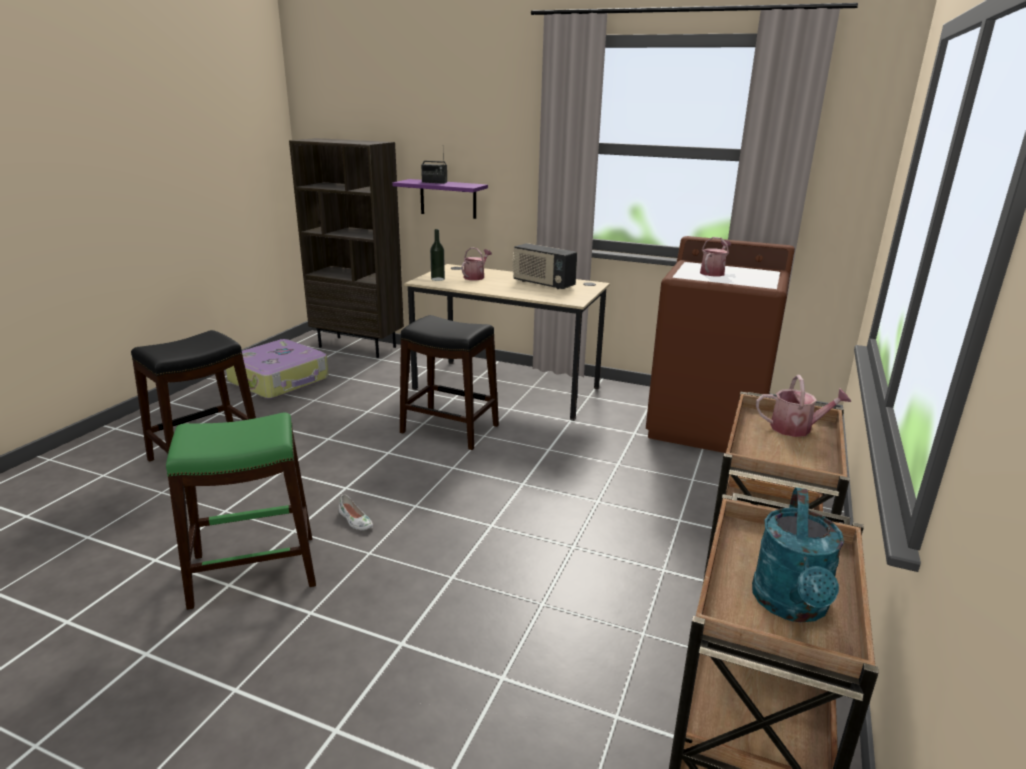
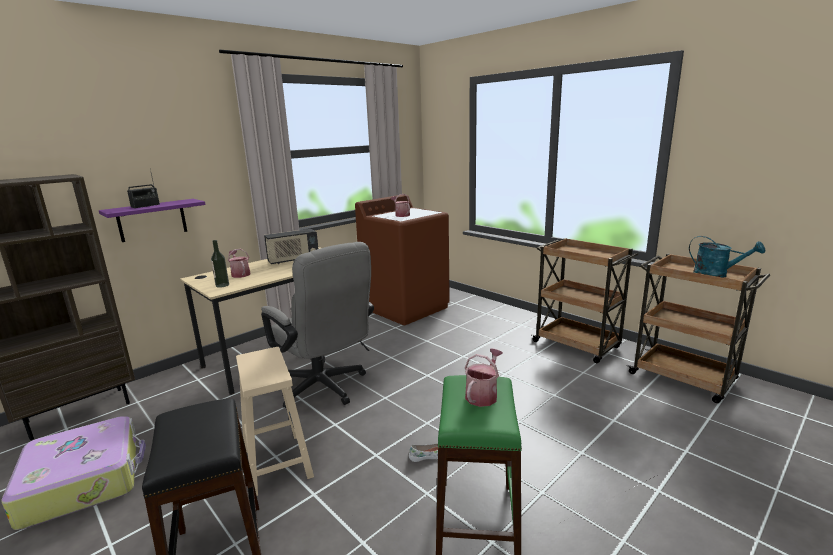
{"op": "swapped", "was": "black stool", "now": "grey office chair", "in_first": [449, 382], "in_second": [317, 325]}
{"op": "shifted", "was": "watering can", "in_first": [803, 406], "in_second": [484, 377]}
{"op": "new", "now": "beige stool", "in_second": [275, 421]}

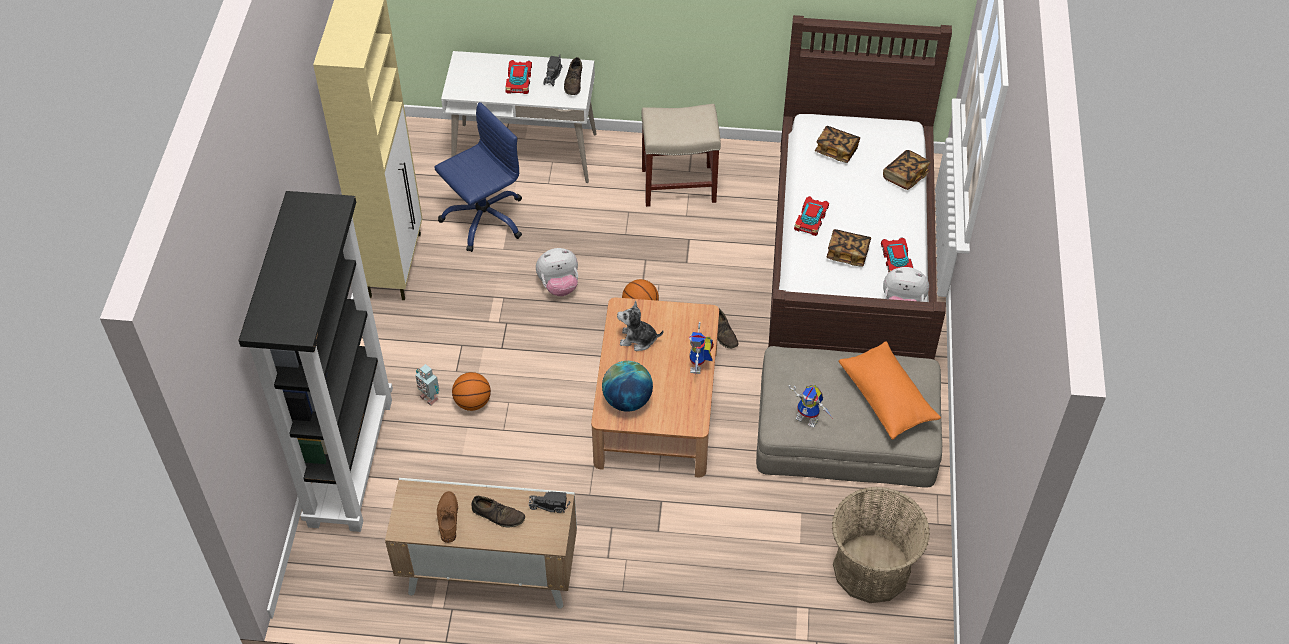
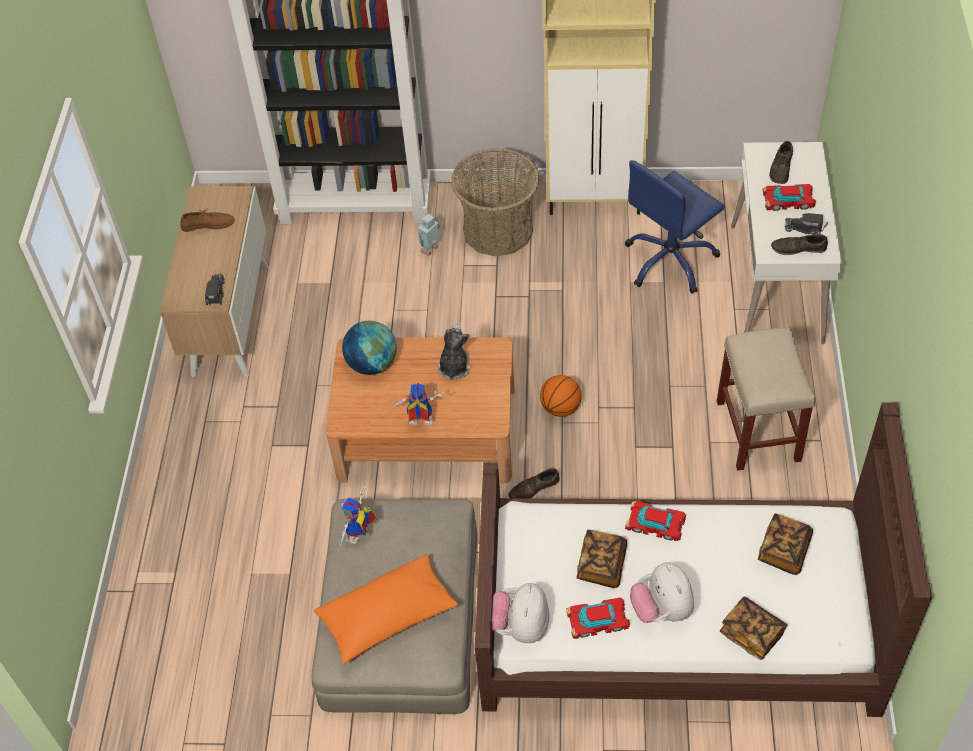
{"op": "rotated", "was": "blue office chair", "in_first": [478, 177], "in_second": [675, 227], "clockwise": 90}
{"op": "shifted", "was": "plush toy", "in_first": [557, 272], "in_second": [662, 592]}
{"op": "gone", "was": "basketball", "in_first": [471, 391]}
{"op": "shifted", "was": "basket", "in_first": [881, 545], "in_second": [495, 202]}
{"op": "shifted", "was": "brown shoe", "in_first": [498, 511], "in_second": [781, 162]}

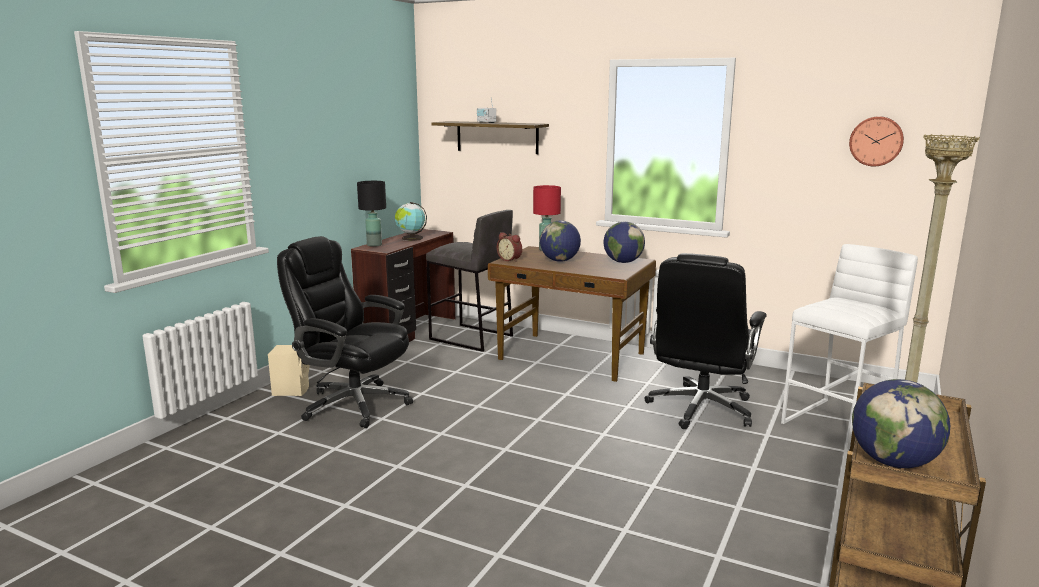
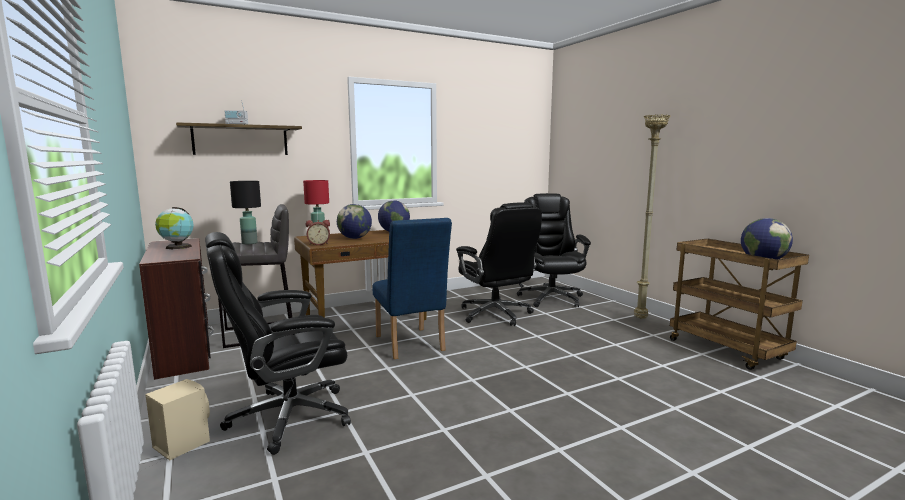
{"op": "gone", "was": "wall clock", "in_first": [876, 141]}
{"op": "shifted", "was": "black table lamp", "in_first": [371, 214], "in_second": [245, 212]}
{"op": "swapped", "was": "white stool", "now": "black office chair", "in_first": [849, 346], "in_second": [554, 250]}
{"op": "new", "now": "blue chair", "in_second": [412, 288]}

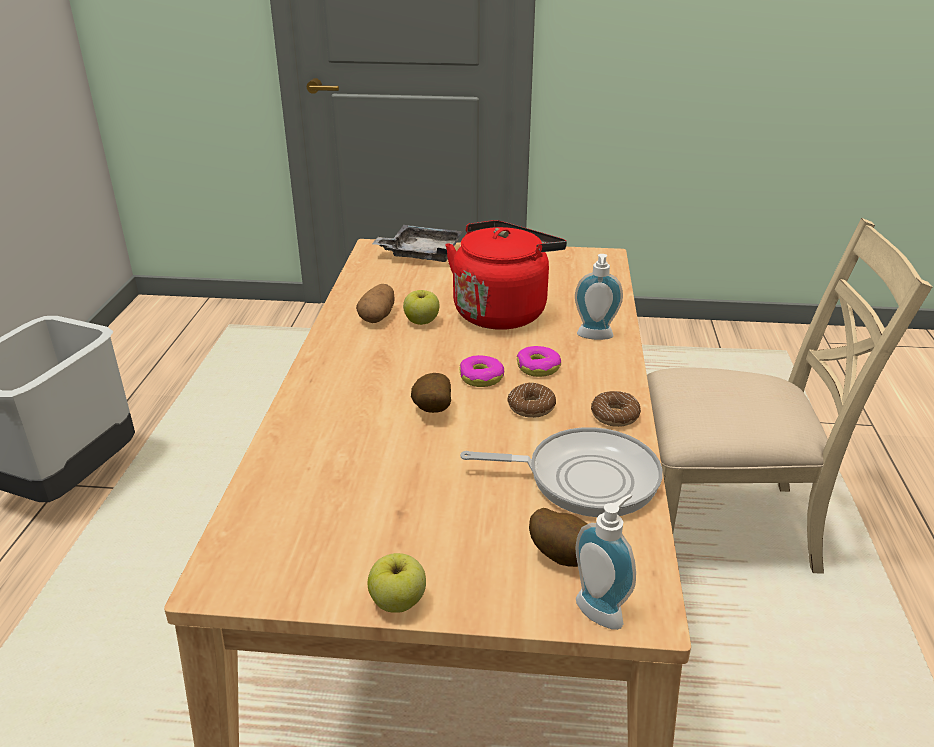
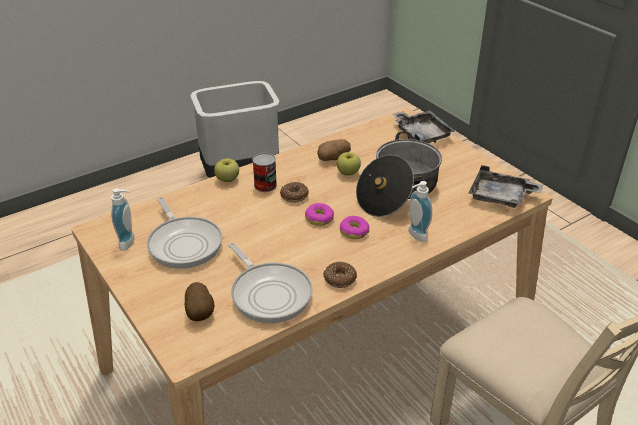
{"op": "swapped", "was": "red kettle", "now": "cooking pot", "in_first": [506, 274], "in_second": [399, 174]}
{"op": "gone", "was": "potato", "in_first": [431, 393]}
{"op": "shifted", "was": "donut", "in_first": [532, 400], "in_second": [294, 192]}
{"op": "shifted", "was": "soap dispenser", "in_first": [605, 562], "in_second": [122, 219]}
{"op": "shifted", "was": "apple", "in_first": [397, 583], "in_second": [226, 170]}
{"op": "new", "now": "can", "in_second": [264, 172]}
{"op": "new", "now": "grey tray", "in_second": [506, 186]}
{"op": "new", "now": "frying pan", "in_second": [185, 233]}

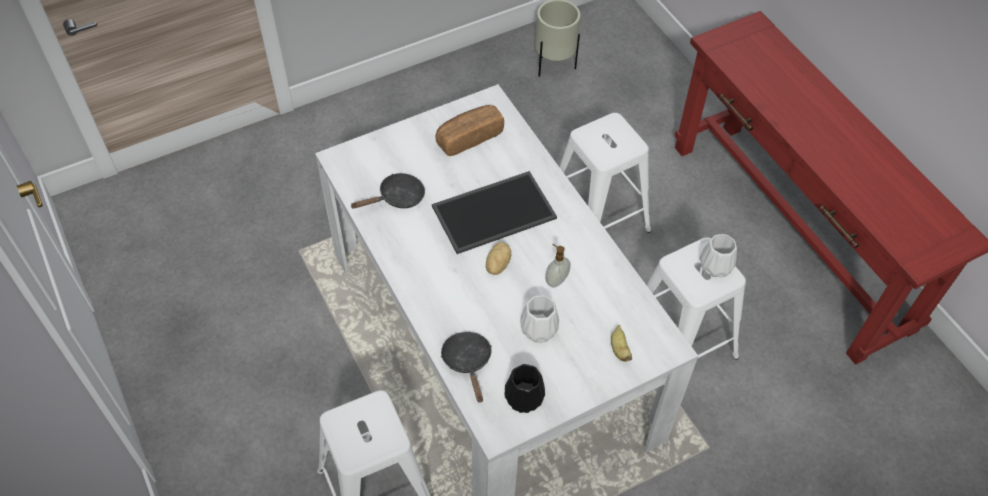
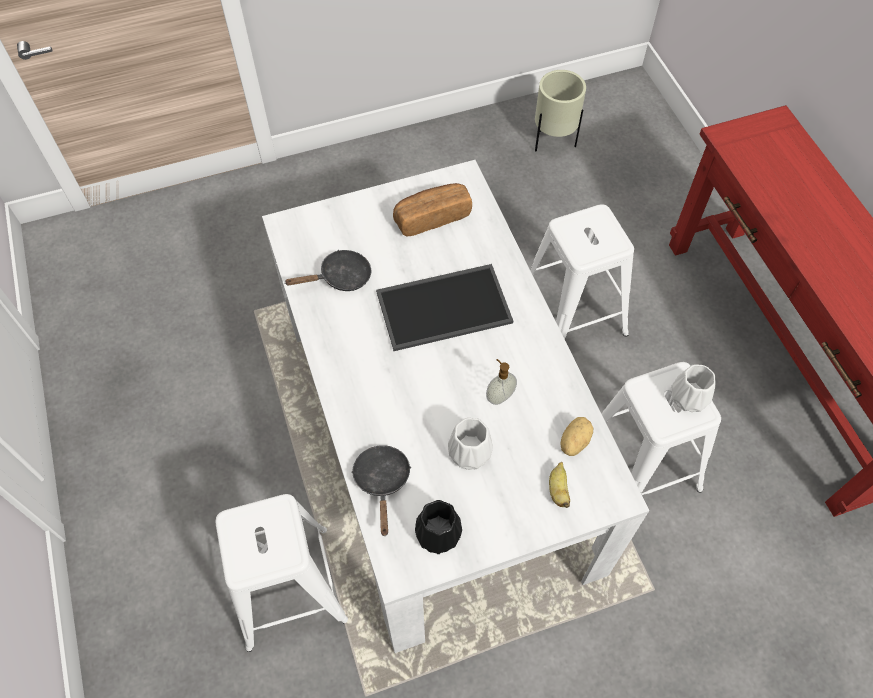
{"op": "shifted", "was": "potato", "in_first": [498, 258], "in_second": [576, 436]}

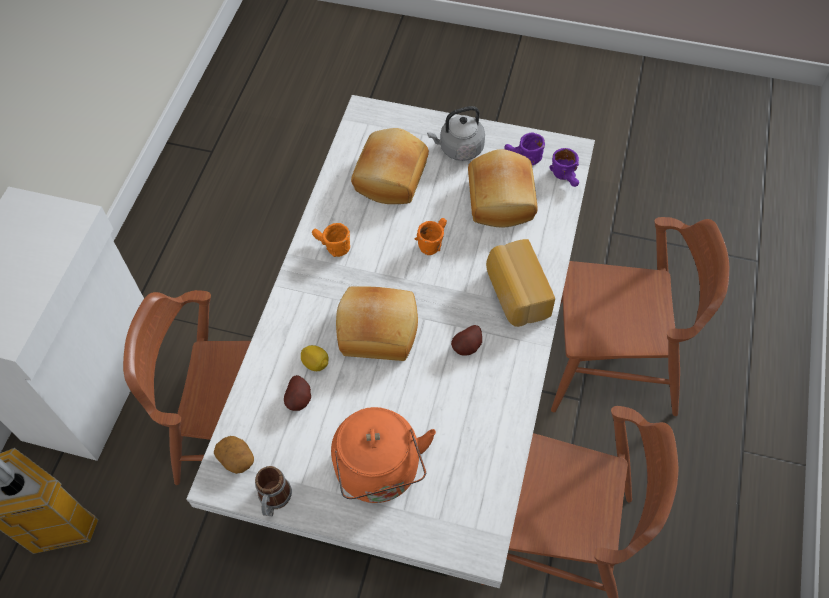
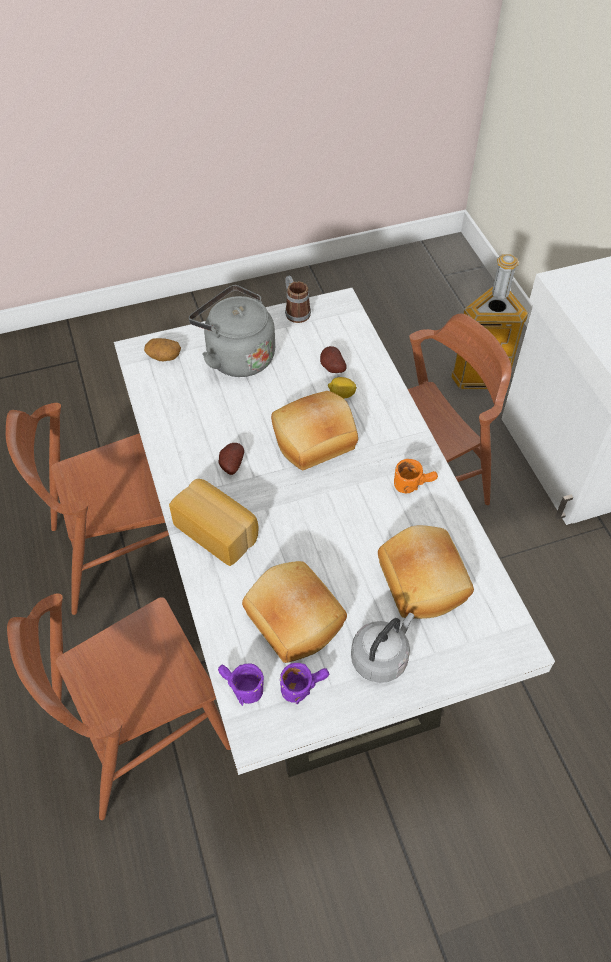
{"op": "gone", "was": "orange mug", "in_first": [430, 236]}
{"op": "repainted", "was": "orange kettle", "now": "grey kettle", "in_first": [383, 455], "in_second": [232, 331]}
{"op": "shifted", "was": "potato", "in_first": [234, 455], "in_second": [162, 349]}

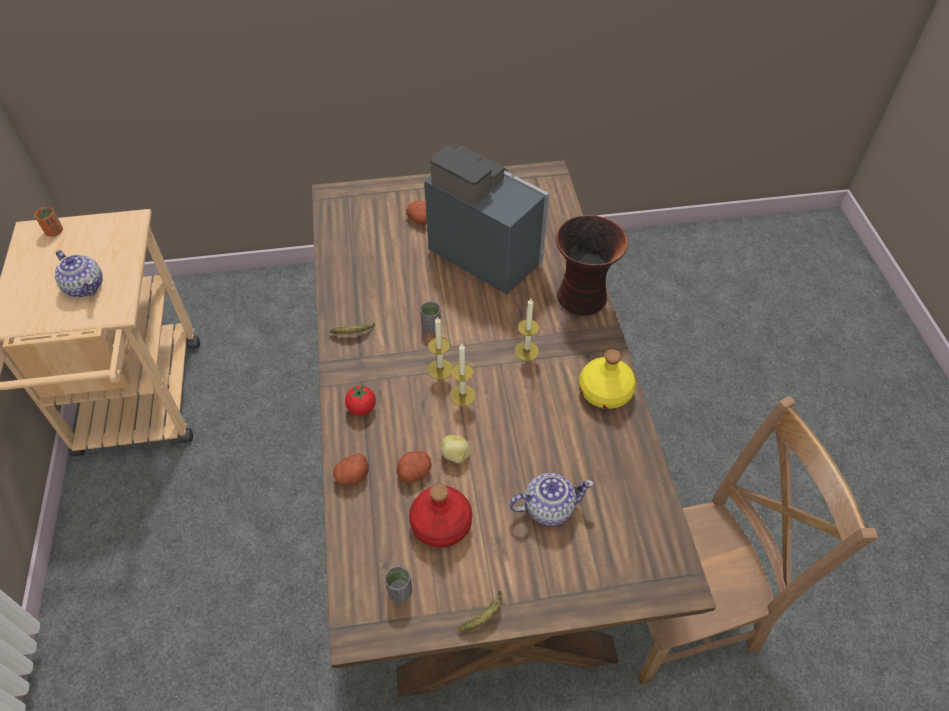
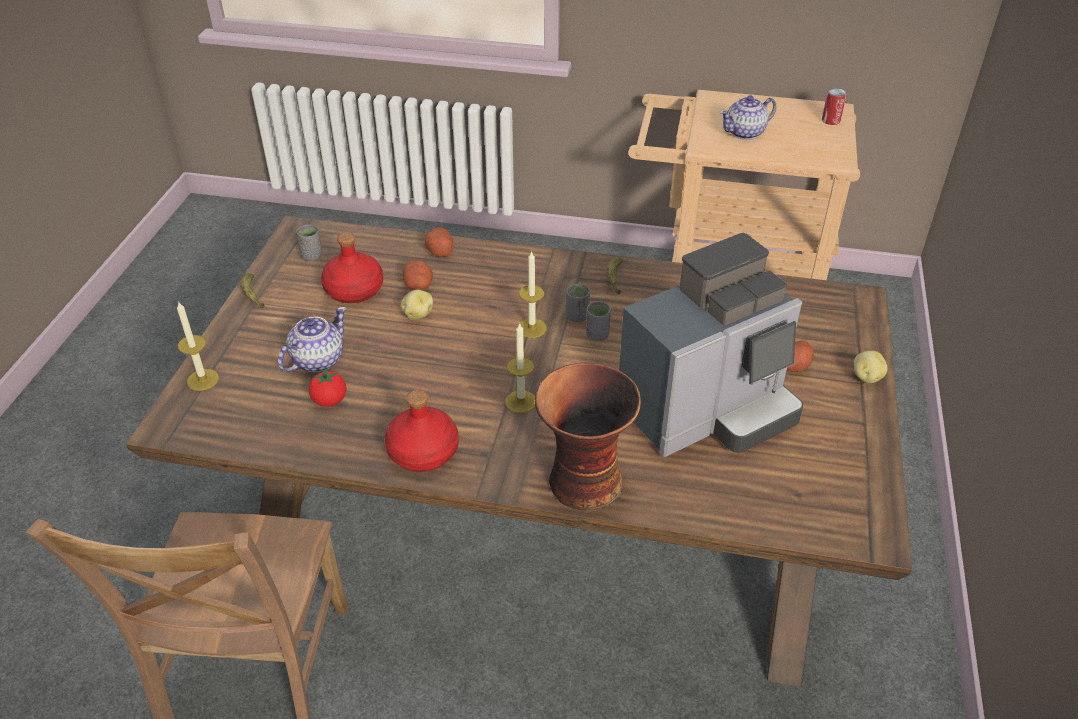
{"op": "swapped", "was": "orange cup", "now": "can", "in_first": [49, 222], "in_second": [834, 106]}
{"op": "shifted", "was": "candle", "in_first": [463, 375], "in_second": [198, 346]}
{"op": "repainted", "was": "yellow bottle", "now": "red bottle", "in_first": [607, 379], "in_second": [422, 431]}
{"op": "shifted", "was": "tomato", "in_first": [360, 400], "in_second": [328, 388]}
{"op": "rotated", "was": "teapot", "in_first": [551, 499], "in_second": [312, 339], "clockwise": -150}
{"op": "new", "now": "grey cup", "in_second": [578, 303]}
{"op": "new", "now": "potato", "in_second": [871, 367]}

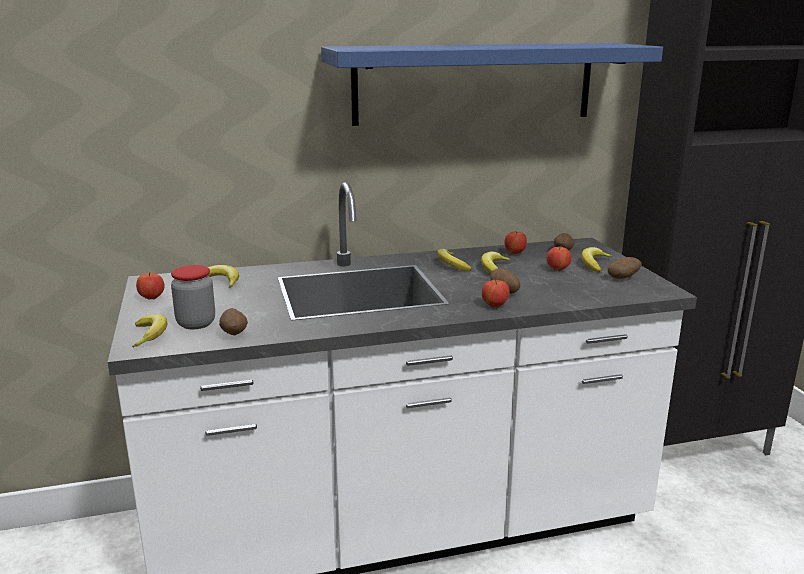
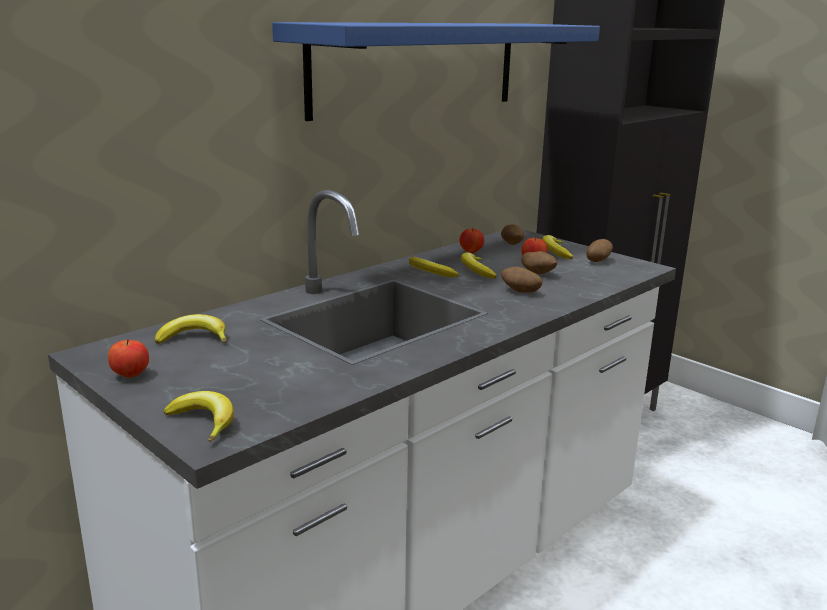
{"op": "gone", "was": "jar", "in_first": [193, 297]}
{"op": "gone", "was": "apple", "in_first": [496, 293]}
{"op": "shifted", "was": "potato", "in_first": [233, 321], "in_second": [539, 262]}

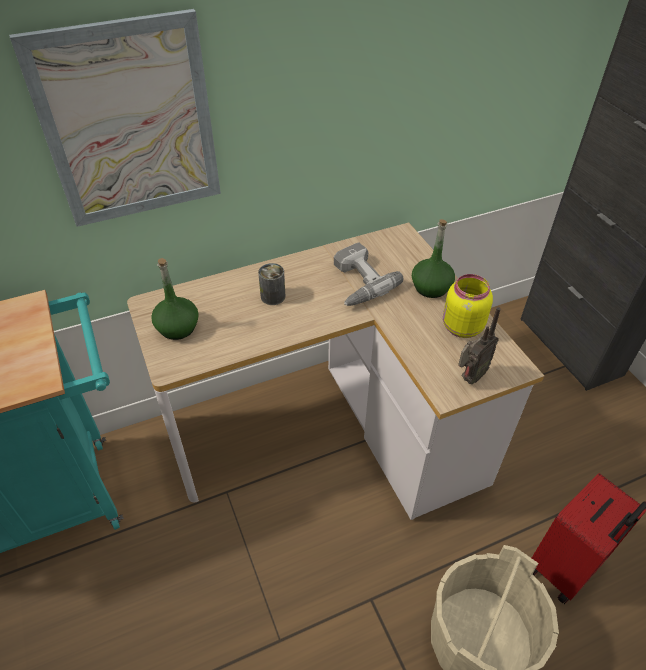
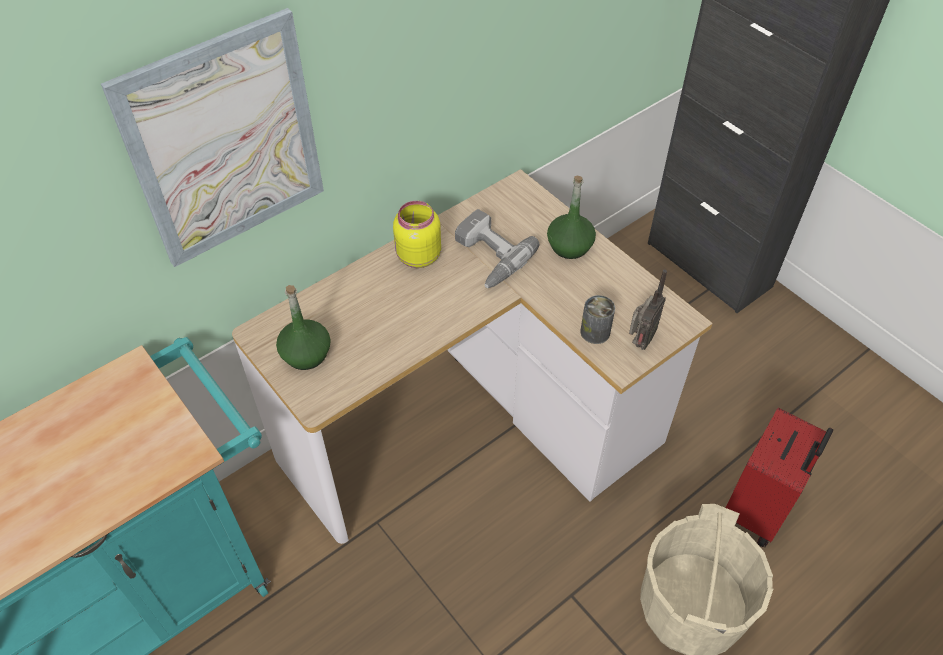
{"op": "shifted", "was": "can", "in_first": [271, 284], "in_second": [597, 319]}
{"op": "shifted", "was": "yellow jar", "in_first": [468, 306], "in_second": [417, 234]}

